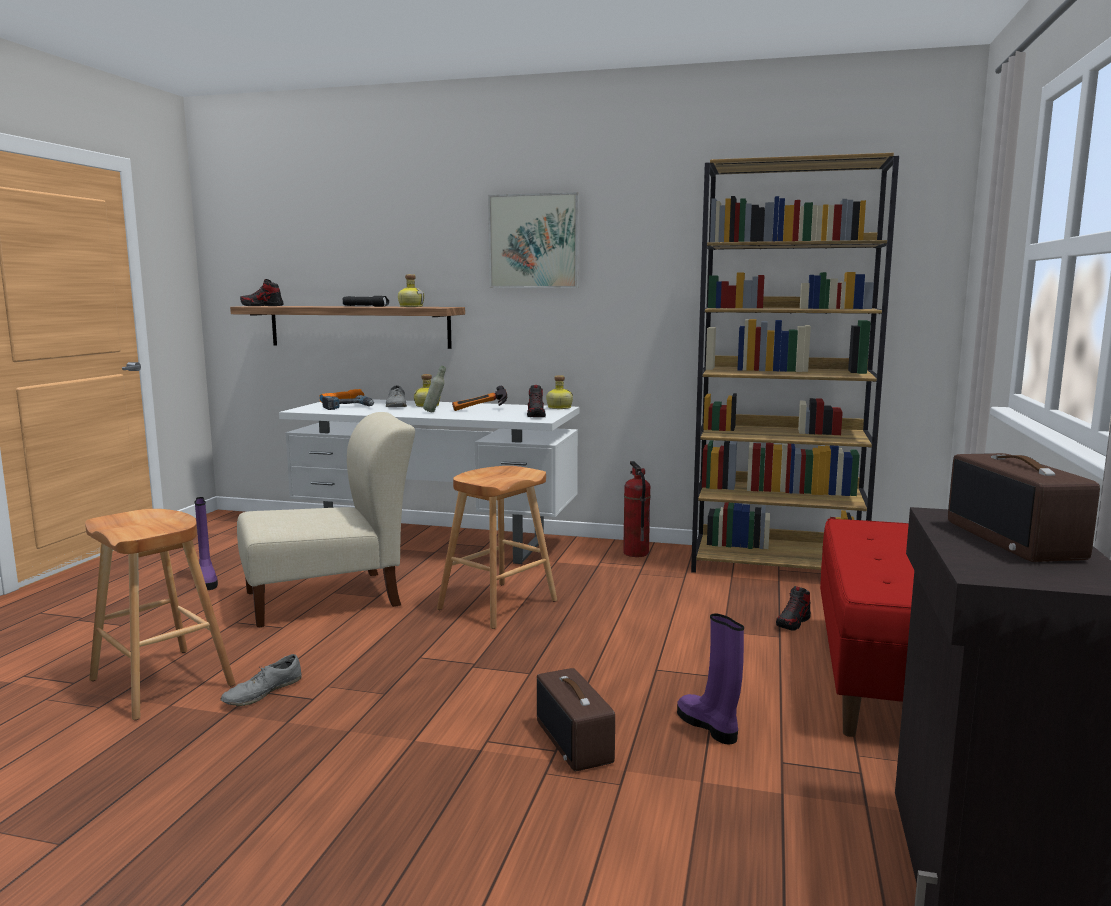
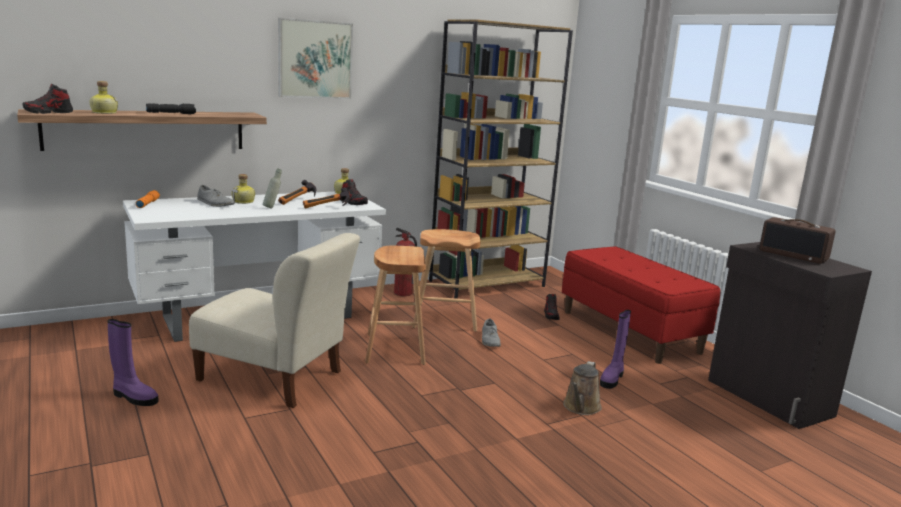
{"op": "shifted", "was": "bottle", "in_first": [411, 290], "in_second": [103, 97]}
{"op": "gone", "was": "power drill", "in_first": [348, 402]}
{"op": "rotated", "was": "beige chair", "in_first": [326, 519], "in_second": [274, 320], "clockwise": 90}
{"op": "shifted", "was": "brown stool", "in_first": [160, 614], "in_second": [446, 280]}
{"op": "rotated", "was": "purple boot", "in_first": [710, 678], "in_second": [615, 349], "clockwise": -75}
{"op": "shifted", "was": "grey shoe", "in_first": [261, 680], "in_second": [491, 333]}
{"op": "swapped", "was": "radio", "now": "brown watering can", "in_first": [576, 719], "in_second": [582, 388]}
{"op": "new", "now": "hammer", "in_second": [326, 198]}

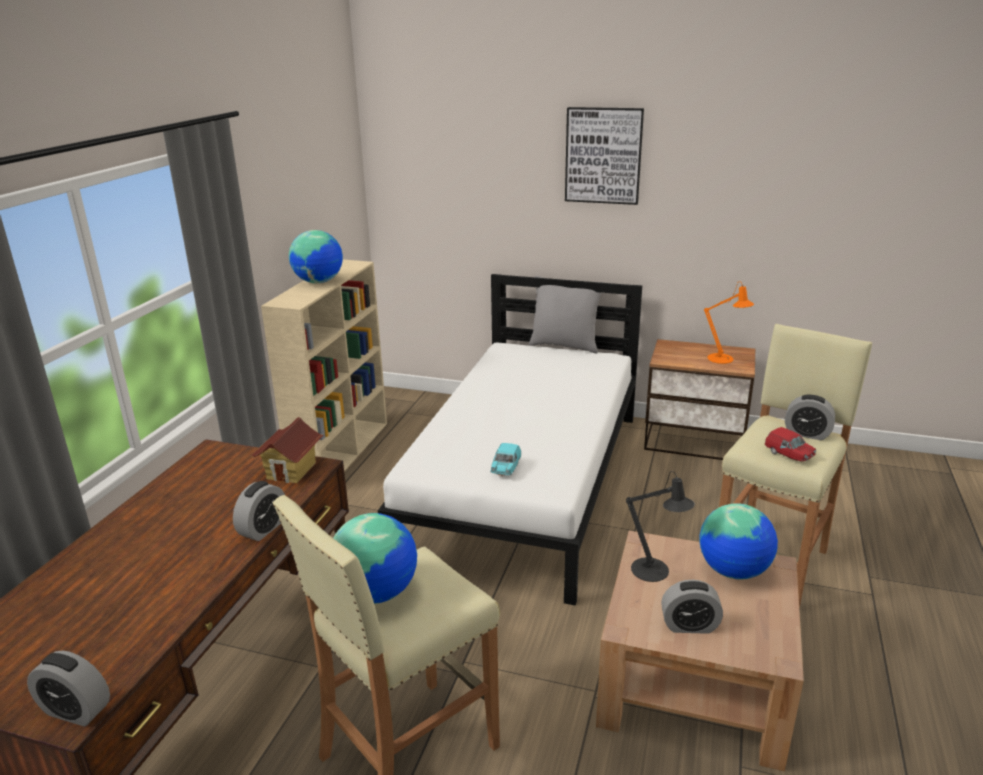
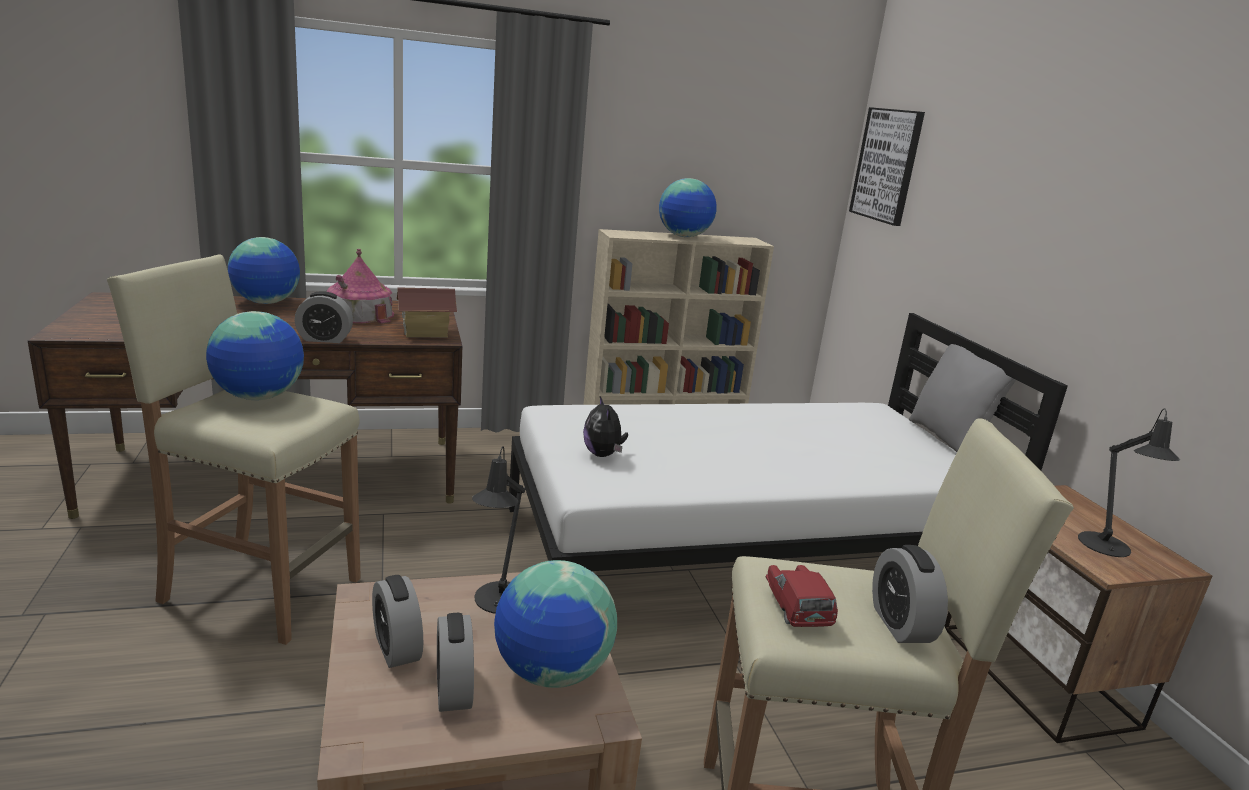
{"op": "shifted", "was": "picture", "in_first": [604, 156], "in_second": [887, 166]}
{"op": "repainted", "was": "orange table lamp", "now": "black table lamp", "in_first": [729, 322], "in_second": [1129, 482]}
{"op": "rotated", "was": "red toy car", "in_first": [790, 444], "in_second": [802, 596], "clockwise": 150}
{"op": "swapped", "was": "turquoise toy car", "now": "plush toy", "in_first": [505, 459], "in_second": [605, 426]}
{"op": "shifted", "was": "alarm clock", "in_first": [68, 689], "in_second": [455, 662]}
{"op": "new", "now": "globe", "in_second": [264, 270]}
{"op": "new", "now": "toy house", "in_second": [360, 286]}

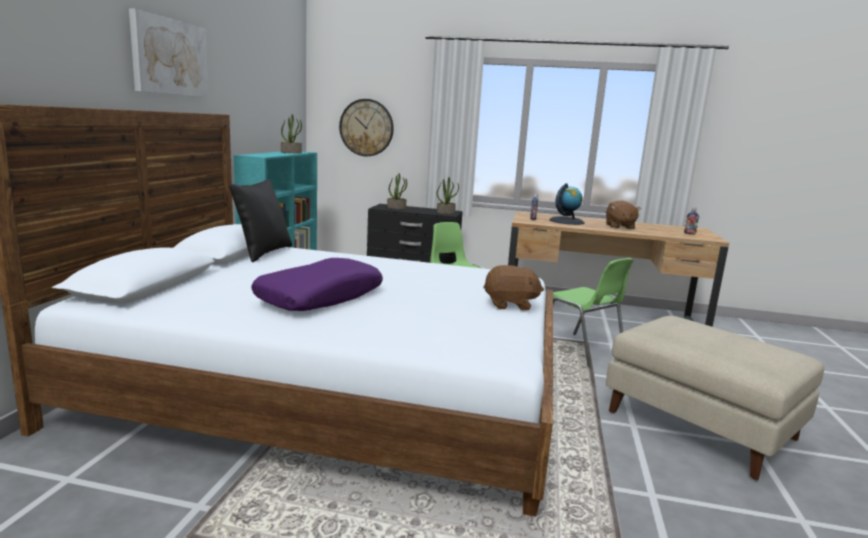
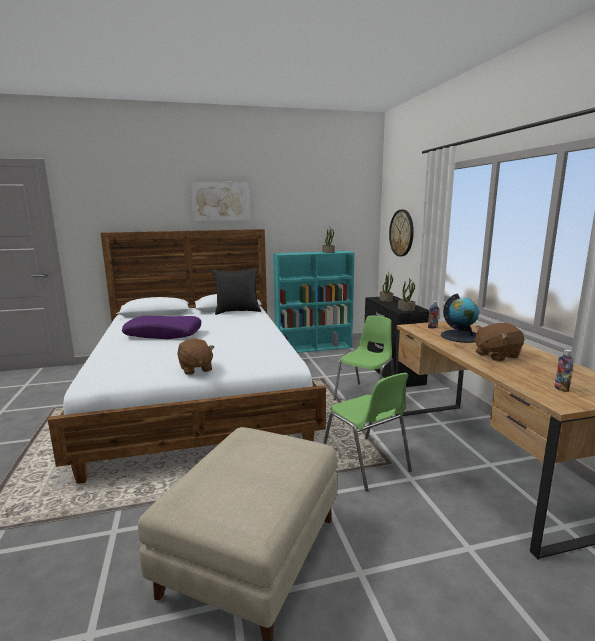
{"op": "rotated", "was": "green chair", "in_first": [593, 312], "in_second": [367, 432], "clockwise": -60}

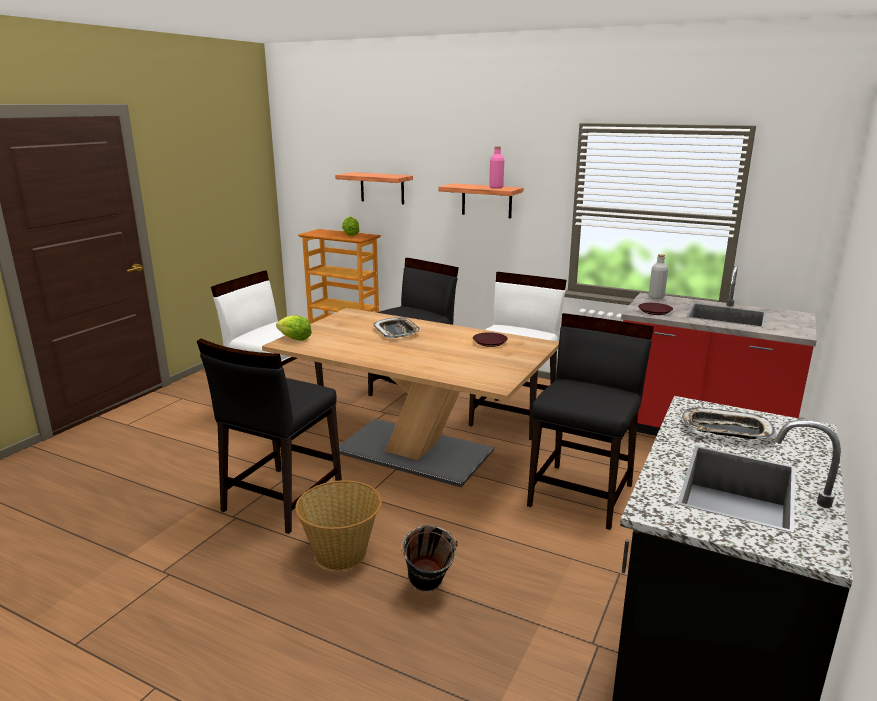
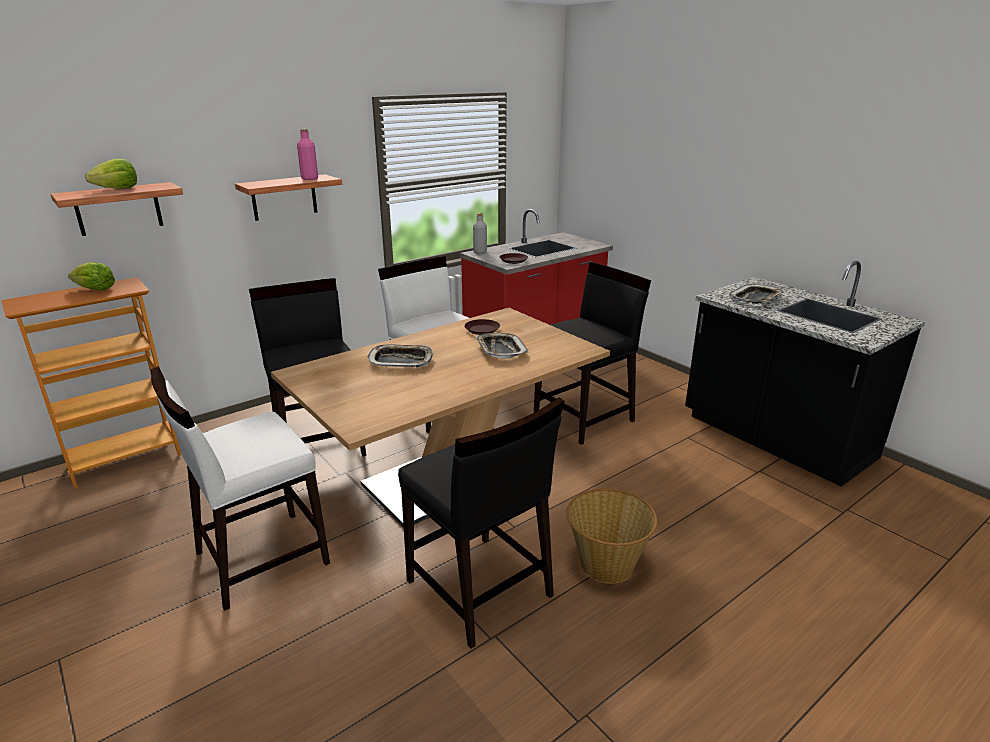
{"op": "rotated", "was": "black chair", "in_first": [590, 421], "in_second": [592, 353], "clockwise": 90}
{"op": "shifted", "was": "lettuce", "in_first": [294, 328], "in_second": [111, 174]}
{"op": "gone", "was": "black bucket", "in_first": [429, 558]}
{"op": "new", "now": "tray", "in_second": [501, 346]}

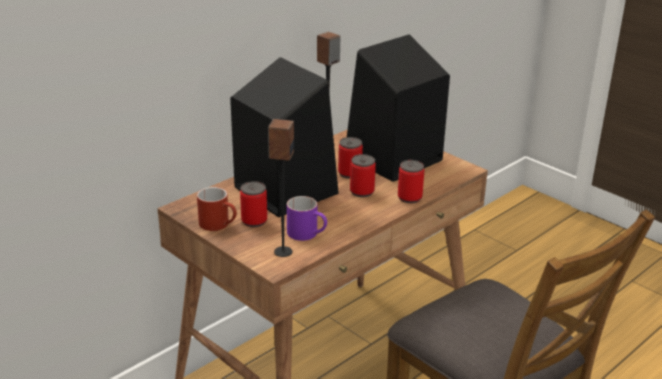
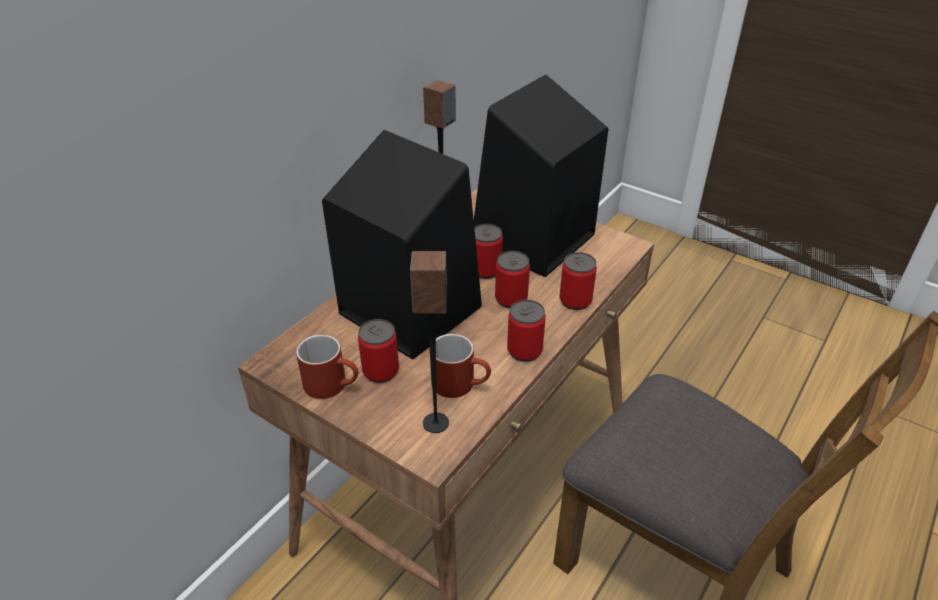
{"op": "repainted", "was": "purple mug", "now": "red mug", "in_first": [307, 218], "in_second": [460, 366]}
{"op": "new", "now": "can", "in_second": [526, 331]}

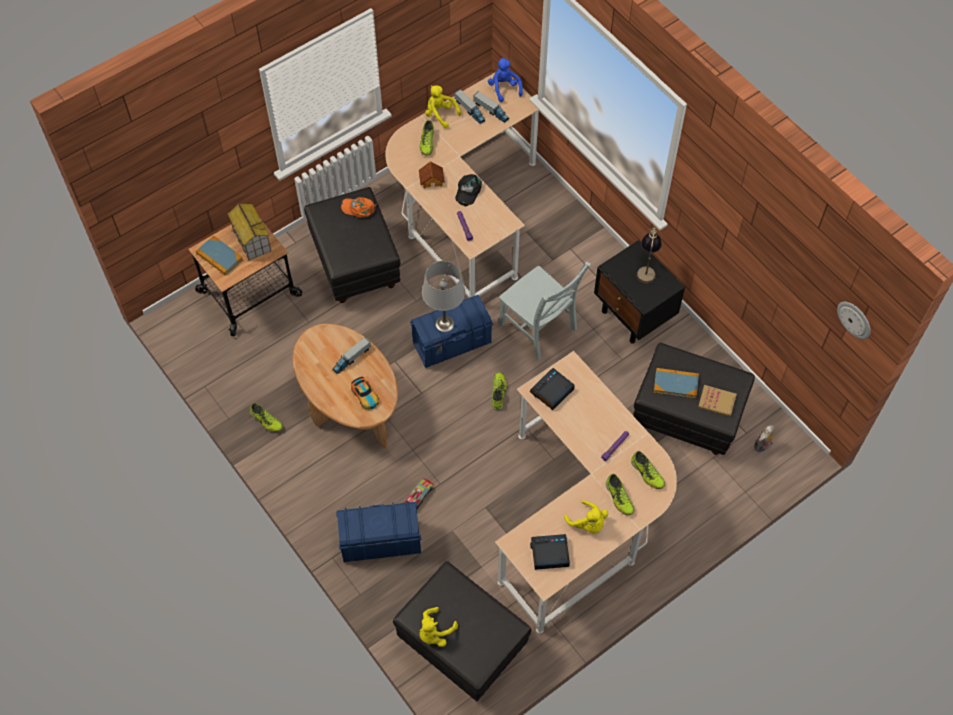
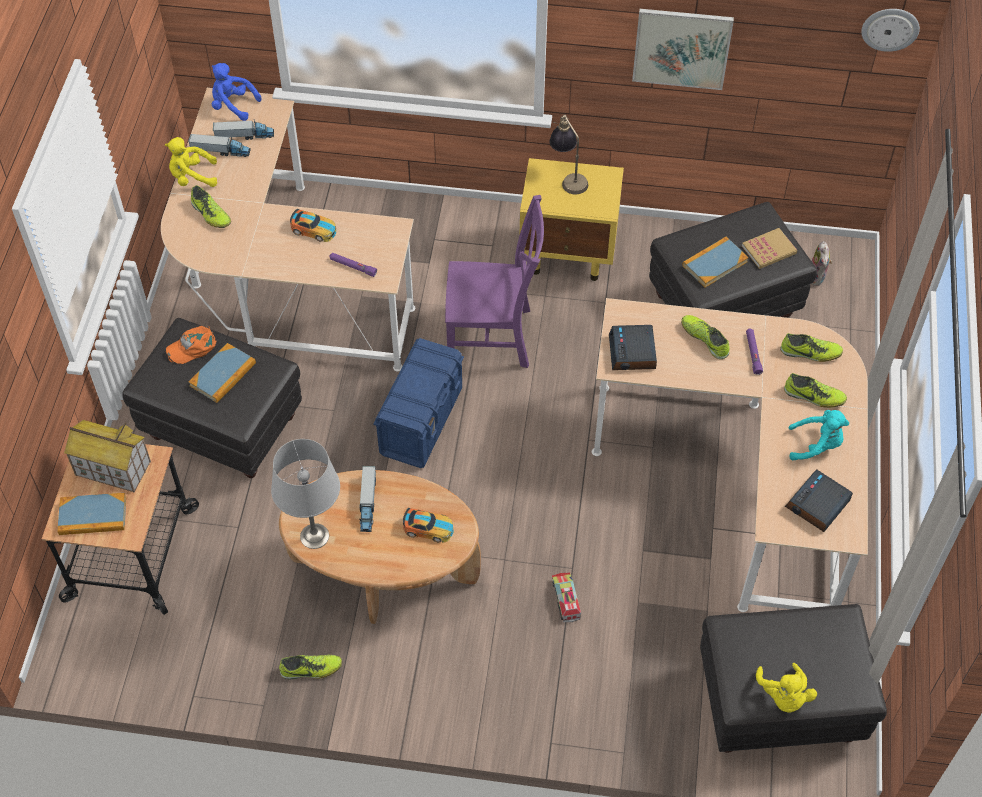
{"op": "gone", "was": "toy house", "in_first": [432, 174]}
{"op": "swapped", "was": "black cap", "now": "toy car", "in_first": [468, 190], "in_second": [313, 225]}
{"op": "repainted", "was": "black nightstand", "now": "yellow nightstand", "in_first": [639, 291], "in_second": [572, 219]}
{"op": "shifted", "was": "grey table lamp", "in_first": [443, 296], "in_second": [305, 494]}
{"op": "repainted", "was": "grey chair", "now": "purple chair", "in_first": [545, 311], "in_second": [494, 281]}
{"op": "shifted", "was": "shoe", "in_first": [499, 391], "in_second": [705, 337]}
{"op": "repainted", "was": "yellow plush toy", "now": "turquoise plush toy", "in_first": [586, 517], "in_second": [818, 435]}
{"op": "gone", "was": "blue storage box", "in_first": [378, 531]}
{"op": "new", "now": "picture", "in_second": [683, 49]}
{"op": "new", "now": "book", "in_second": [222, 373]}

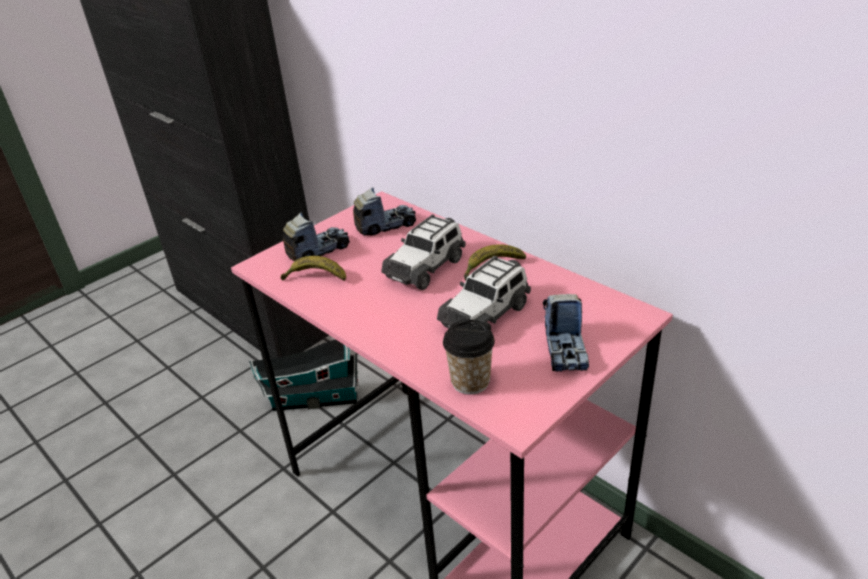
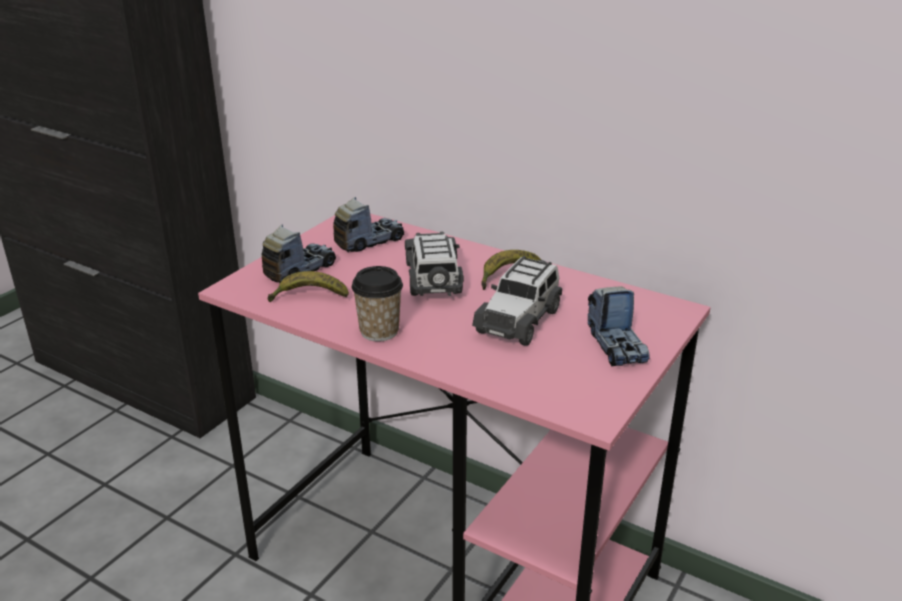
{"op": "rotated", "was": "toy car", "in_first": [423, 252], "in_second": [434, 263], "clockwise": 150}
{"op": "shifted", "was": "cup", "in_first": [469, 357], "in_second": [377, 304]}
{"op": "gone", "was": "toy house", "in_first": [304, 375]}

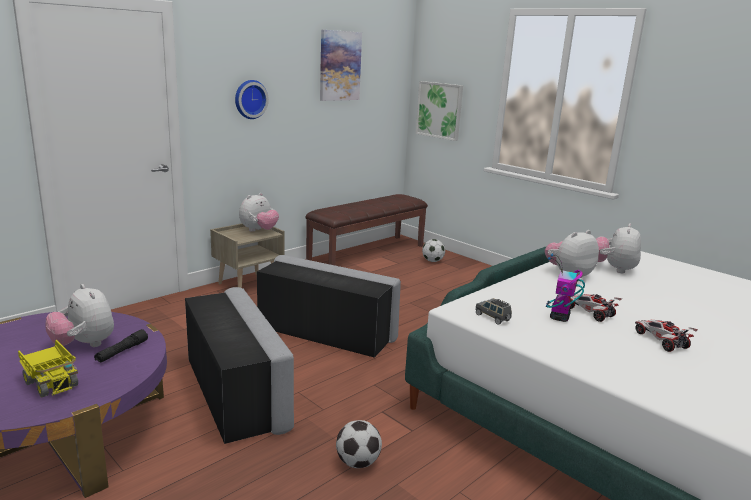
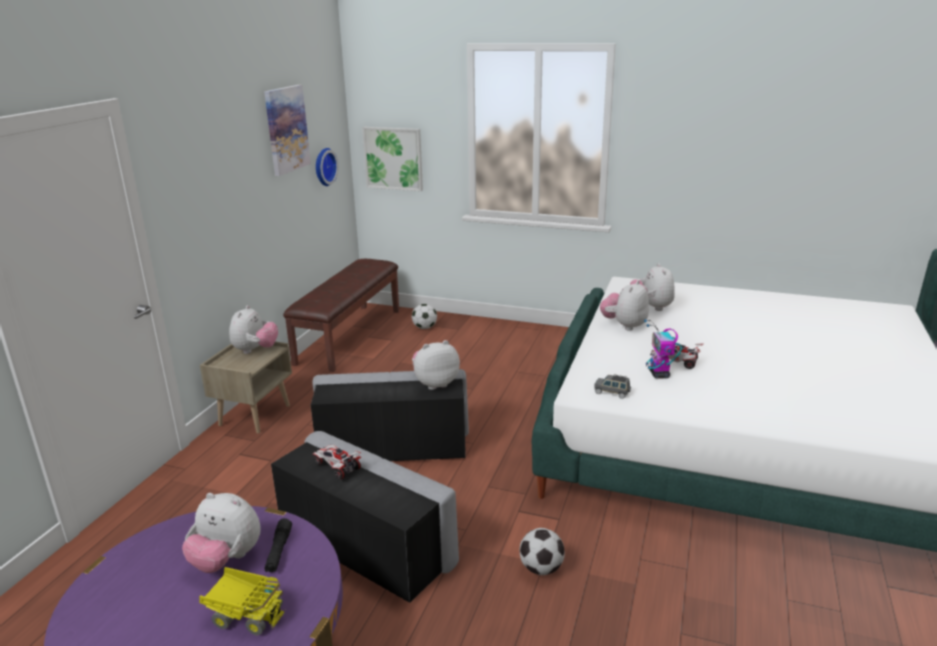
{"op": "shifted", "was": "wall clock", "in_first": [252, 99], "in_second": [327, 167]}
{"op": "shifted", "was": "toy car", "in_first": [666, 336], "in_second": [337, 462]}
{"op": "new", "now": "plush toy", "in_second": [436, 365]}

